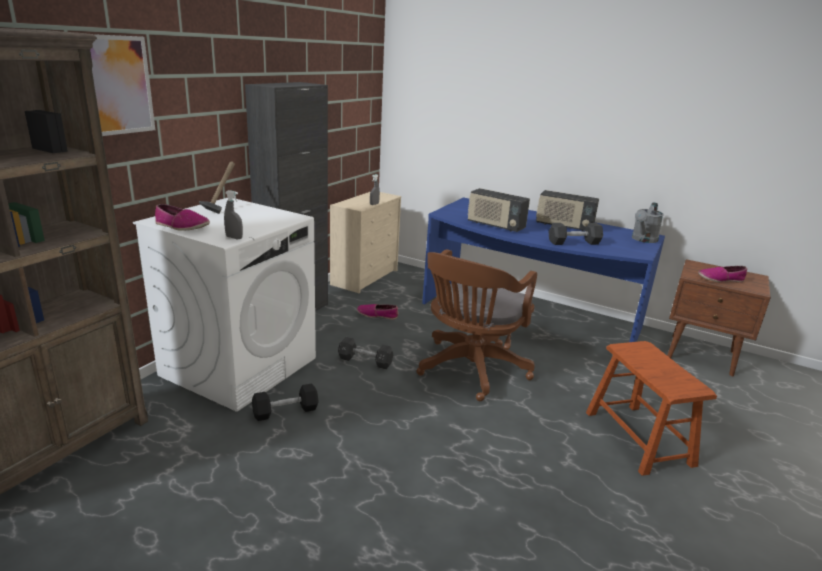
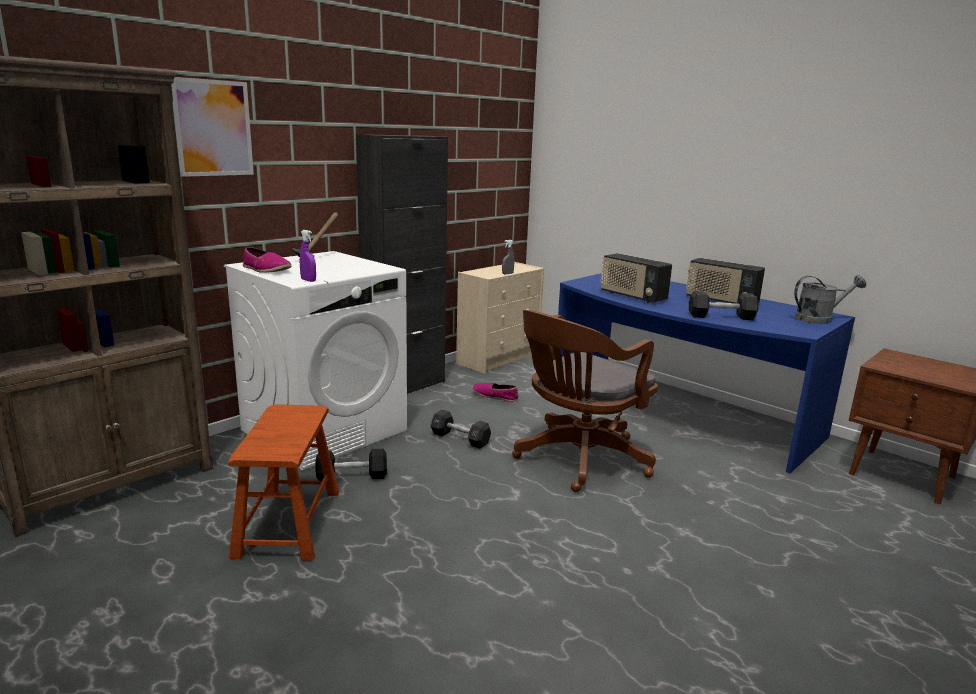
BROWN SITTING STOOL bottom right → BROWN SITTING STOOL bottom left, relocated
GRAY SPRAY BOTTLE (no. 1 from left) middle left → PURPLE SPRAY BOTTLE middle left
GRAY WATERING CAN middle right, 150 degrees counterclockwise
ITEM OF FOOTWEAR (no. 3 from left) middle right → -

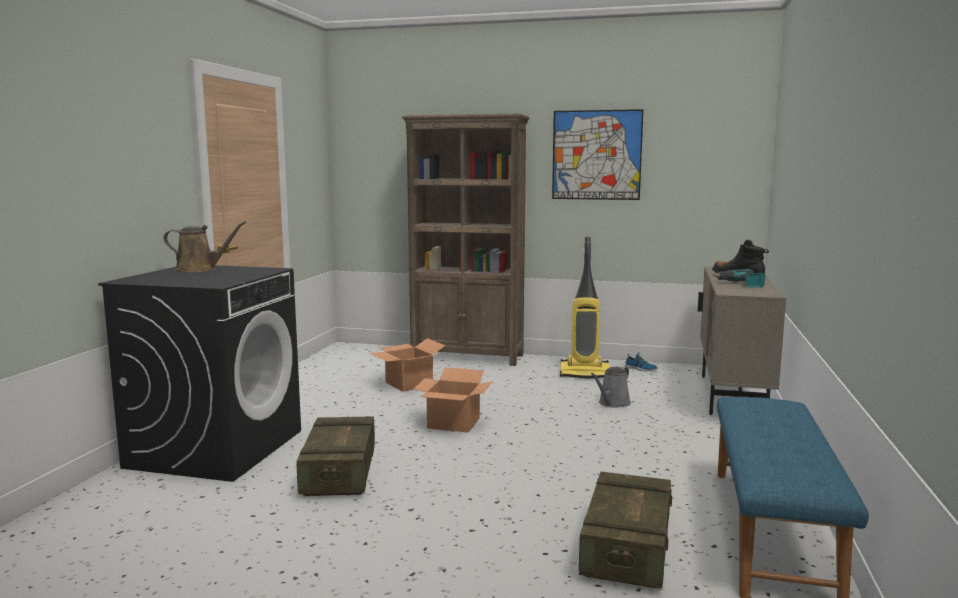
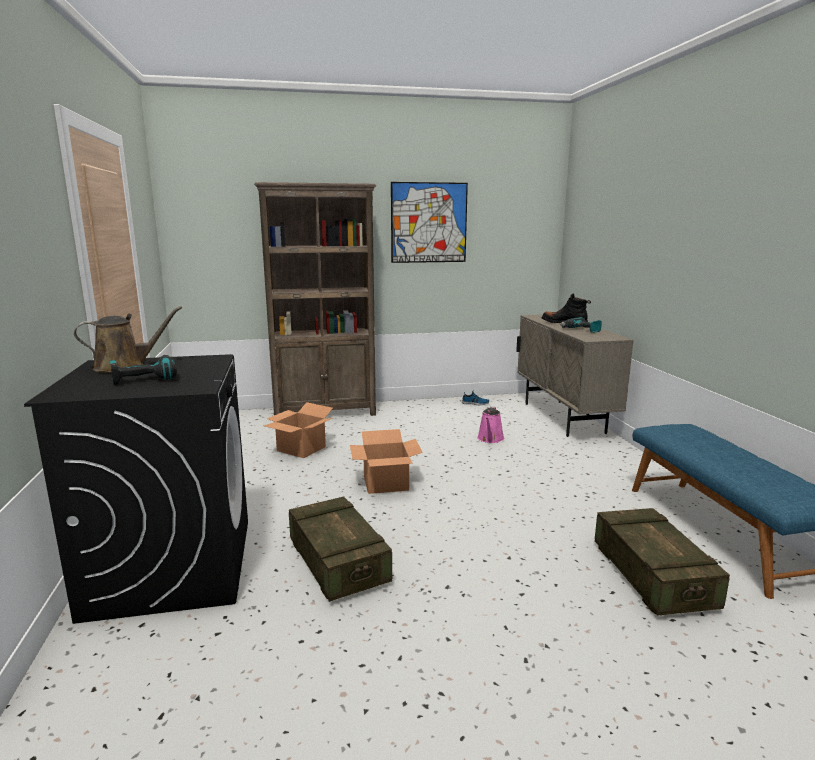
- → DRILL (no. 1 from left) middle left
GRAY WATERING CAN centre → PINKISH WATERING CAN centre
VACUUM centre → -

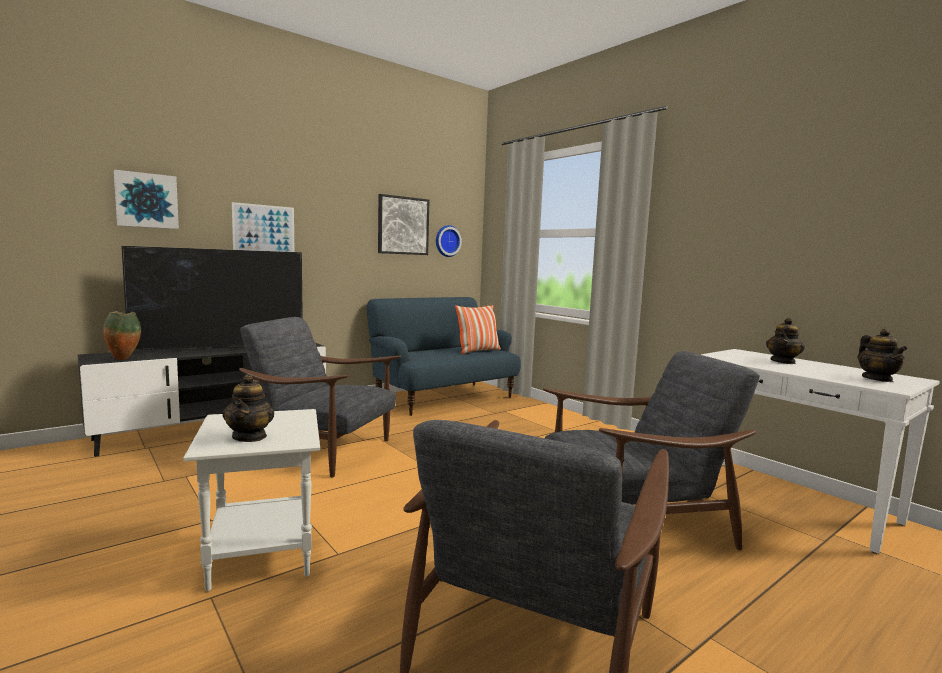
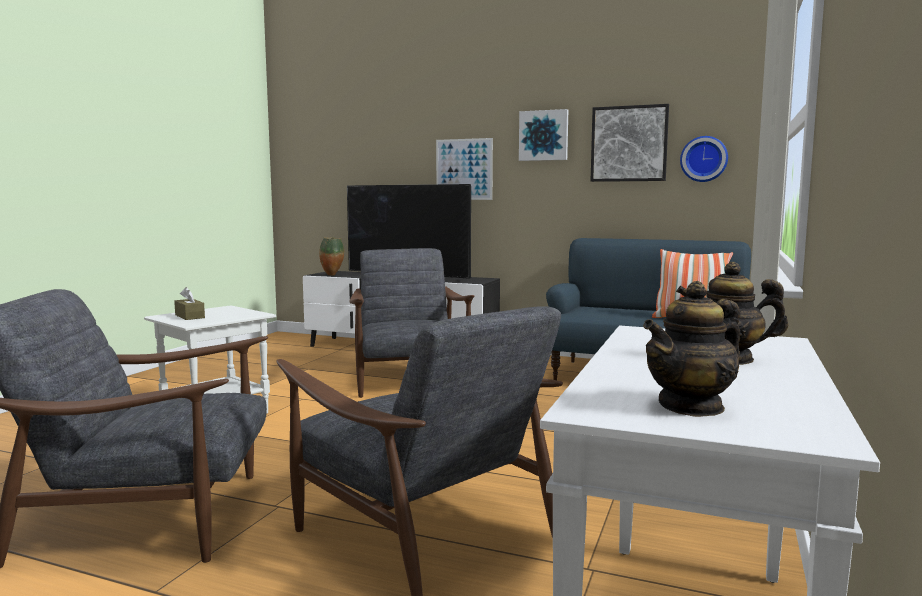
TEAPOT (no. 1 from left) middle left → BROWN TISSUE BOX middle left
WALL PICTURE (no. 1 from left in the first image) top left → WALL PICTURE (no. 2 from left) top centre, relocated

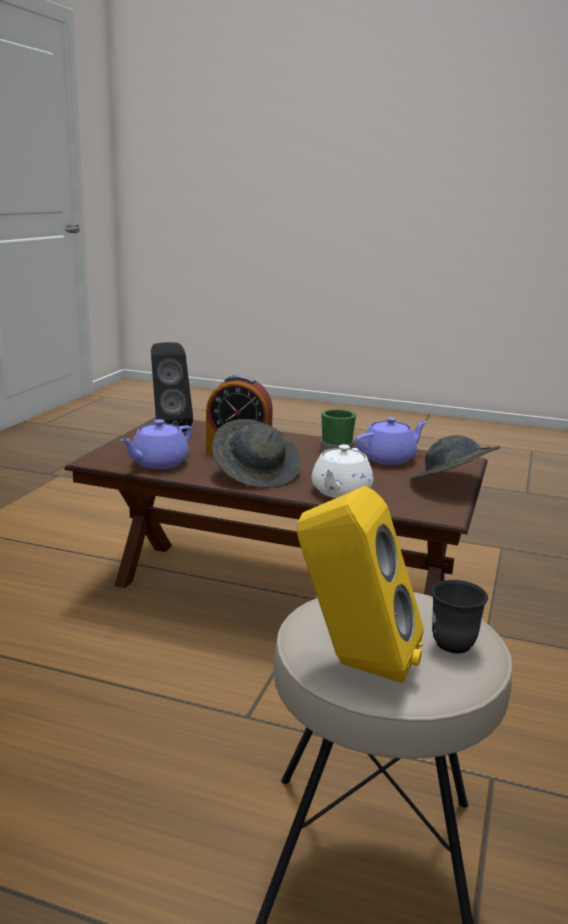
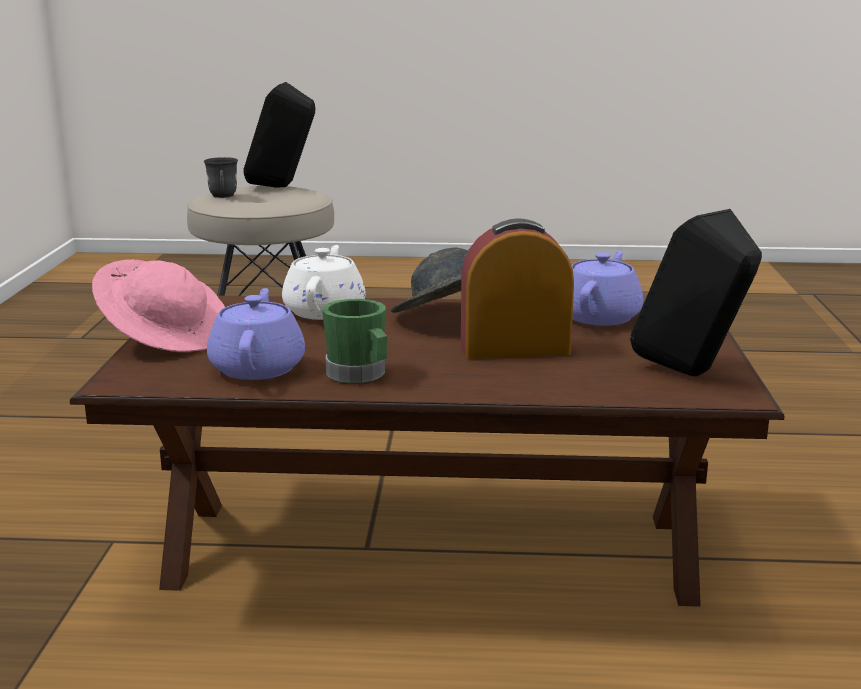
GRAY CLOTHING HAT (no. 2 from left) middle right → PINKISH CLOTHING HAT middle left
PURPLE TEAPOT (no. 2 from left in the first image) middle right → PURPLE TEAPOT (no. 1 from left) middle left, 135 degrees clockwise
YELLOW LOUDSPEAKER centre → BLACKISH LOUDSPEAKER (no. 1 from left) top left

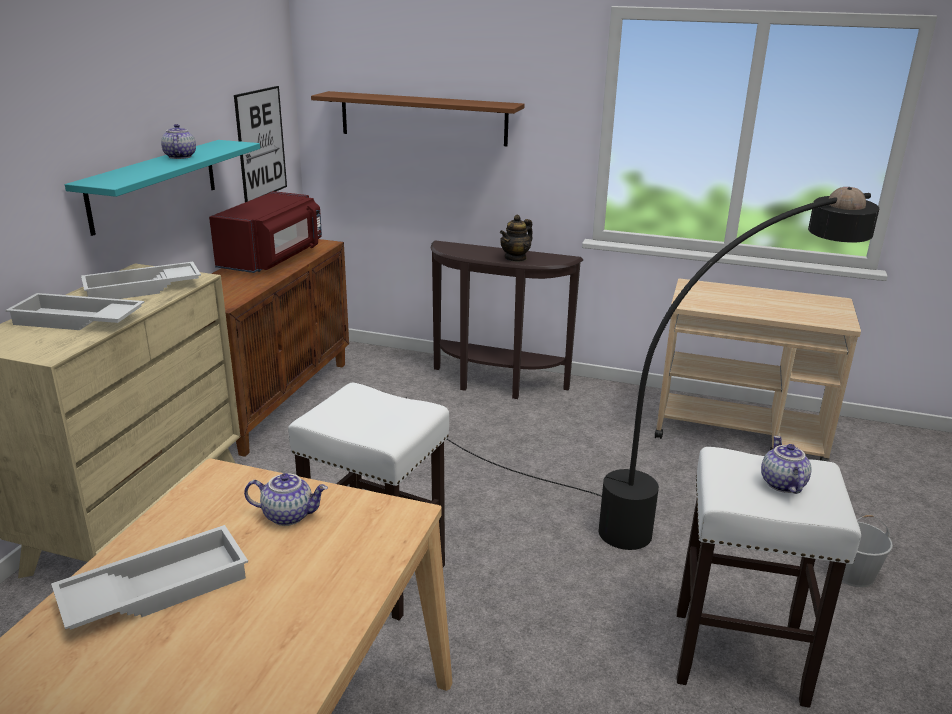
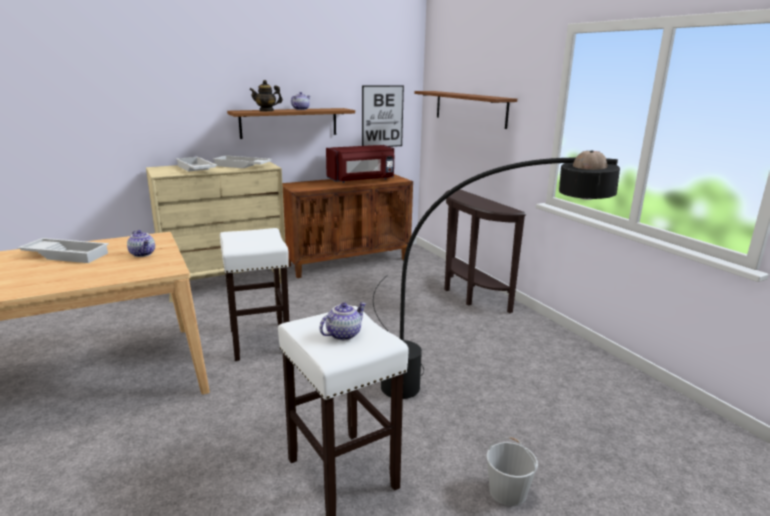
TURQUOISE-COLOURED WALL SHELF top left → BROWN WALL SHELF (no. 1 from left) top centre
TEAPOT (no. 3 from left in the first image) centre → TEAPOT (no. 2 from left) top centre, relocated
BEIGE-COLOURED WHEELED CART middle right → -

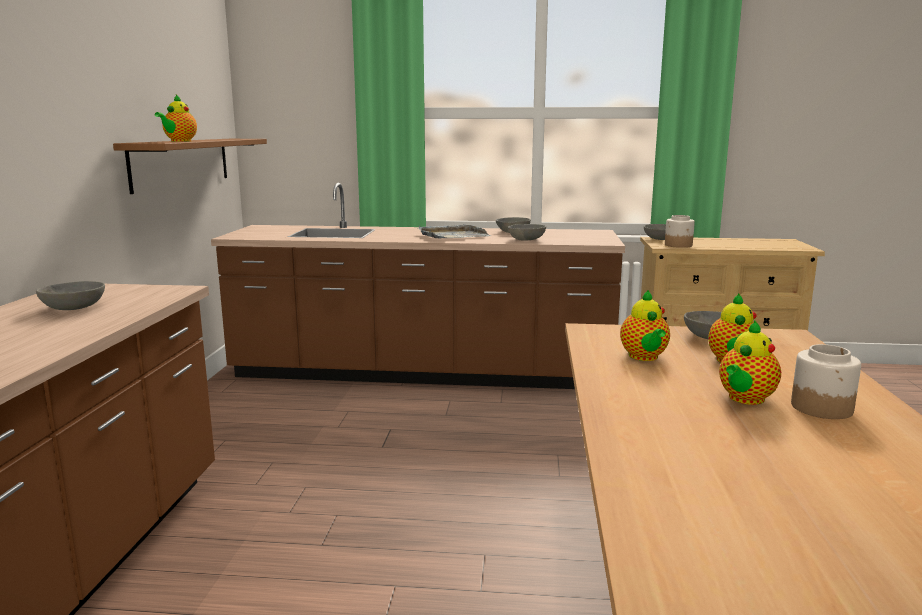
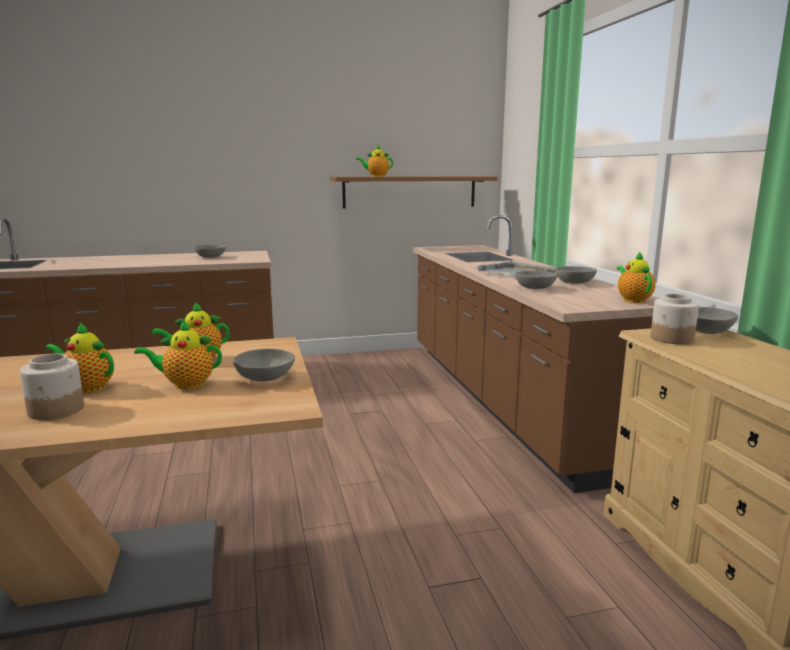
- → TEAPOT (no. 5 from left) middle right

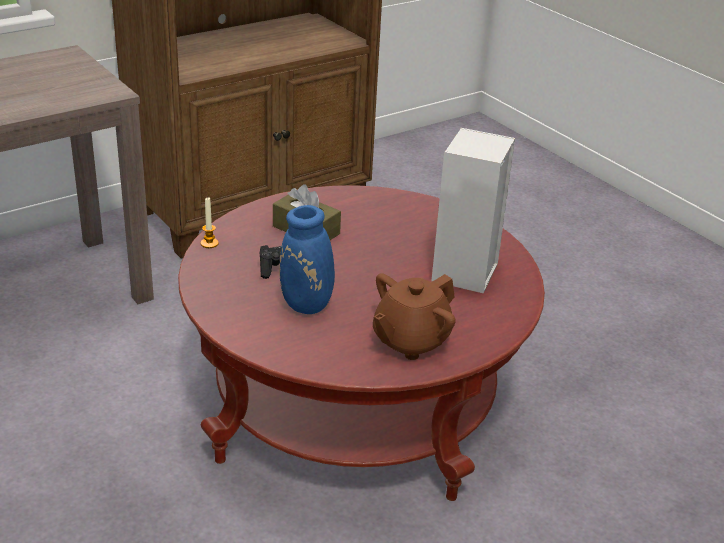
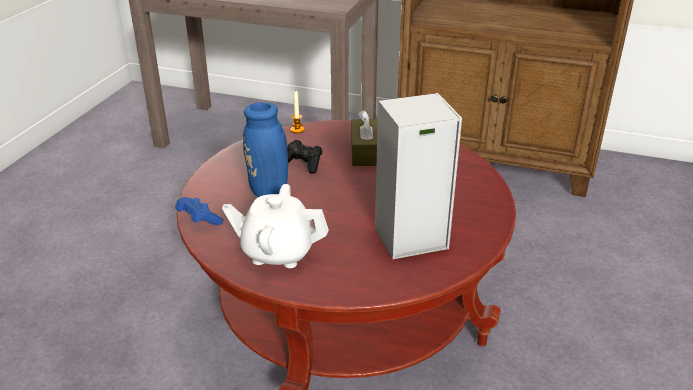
- → BLUISH JOYPAD middle left
BROWN TEAPOT centre → WHITE TEAPOT centre

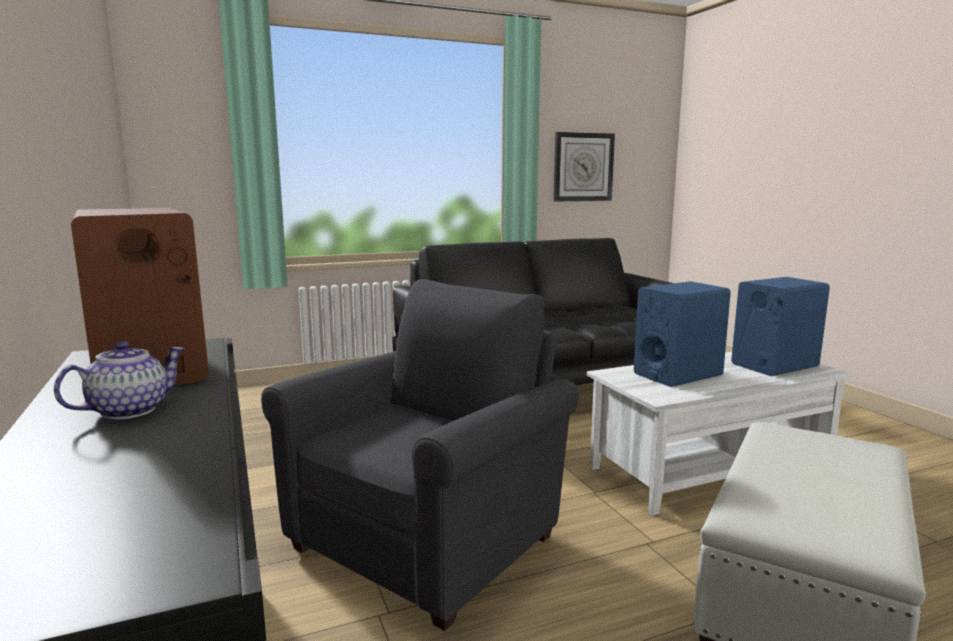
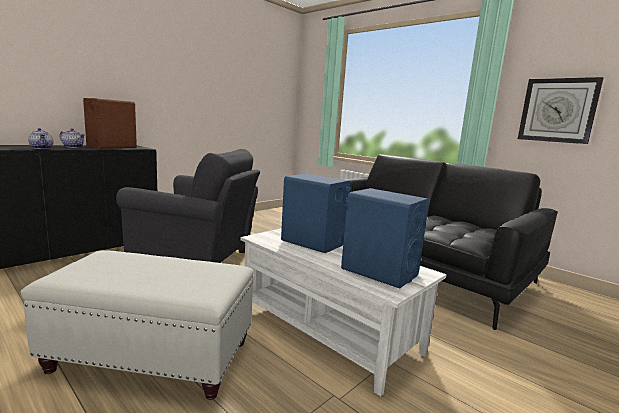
- → TEAPOT (no. 1 from left) middle left

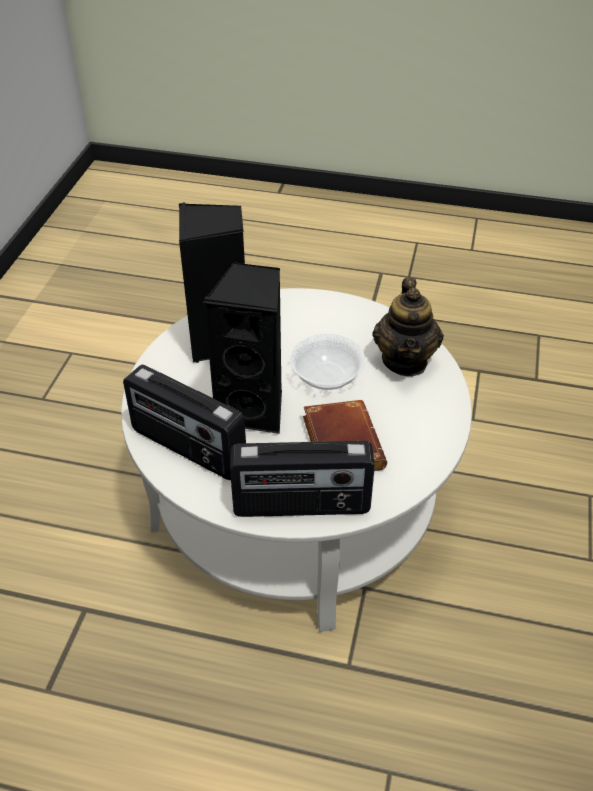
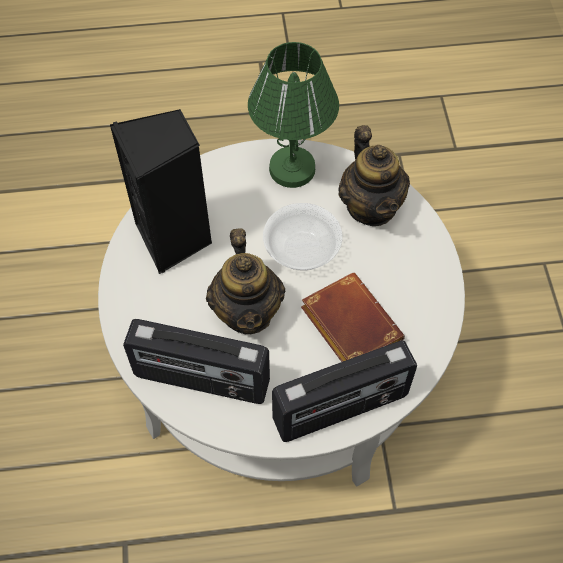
BLACKISH LOUDSPEAKER (no. 2 from left) centre → TEAPOT (no. 1 from left) centre
- → GREEN-COLOURED TABLE LAMP top centre

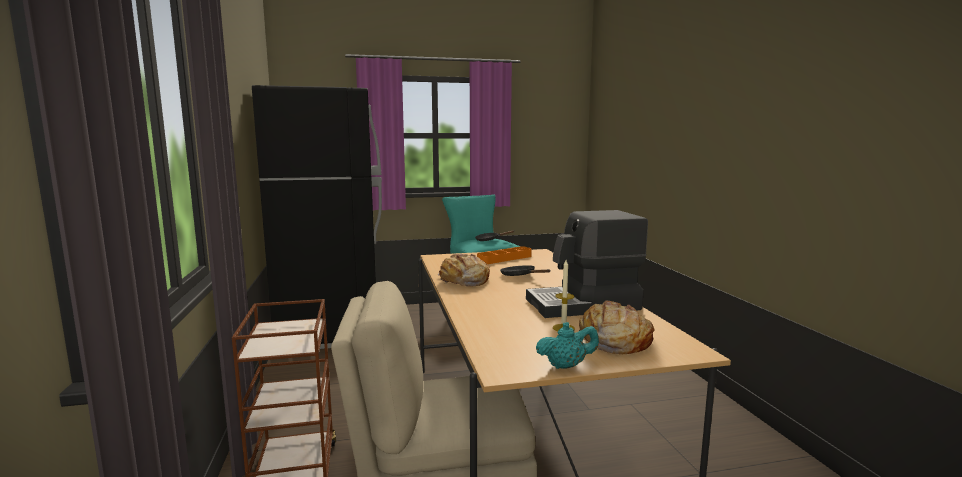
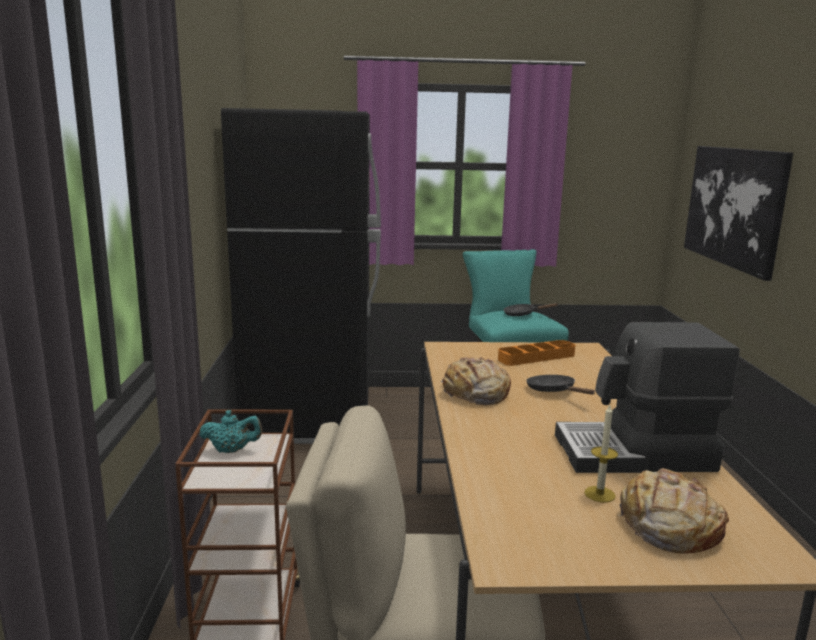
TURQUOISE-COLOURED TEAPOT bottom centre → TURQUOISE-COLOURED TEAPOT bottom left, relocated
- → WALL PICTURE top right

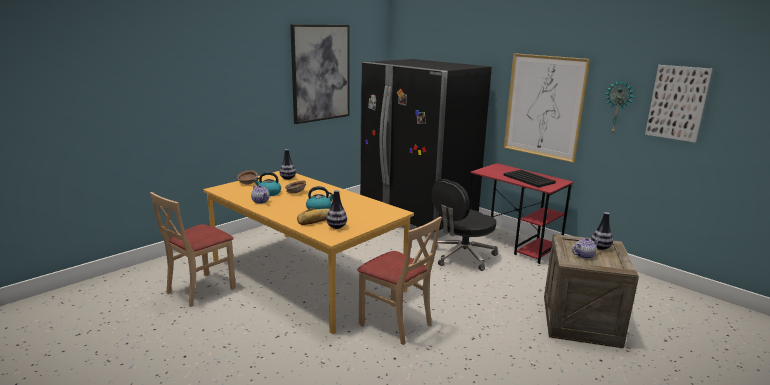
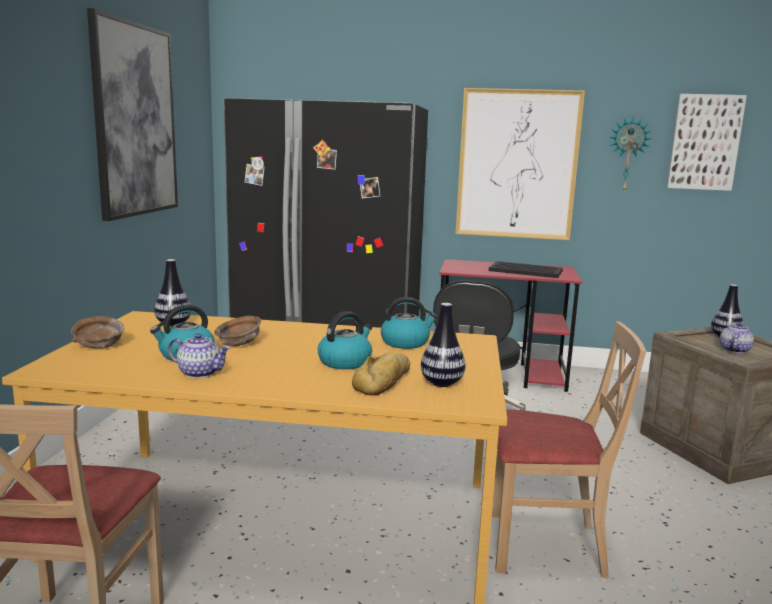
- → WATER KETTLE (no. 3 from left) centre

